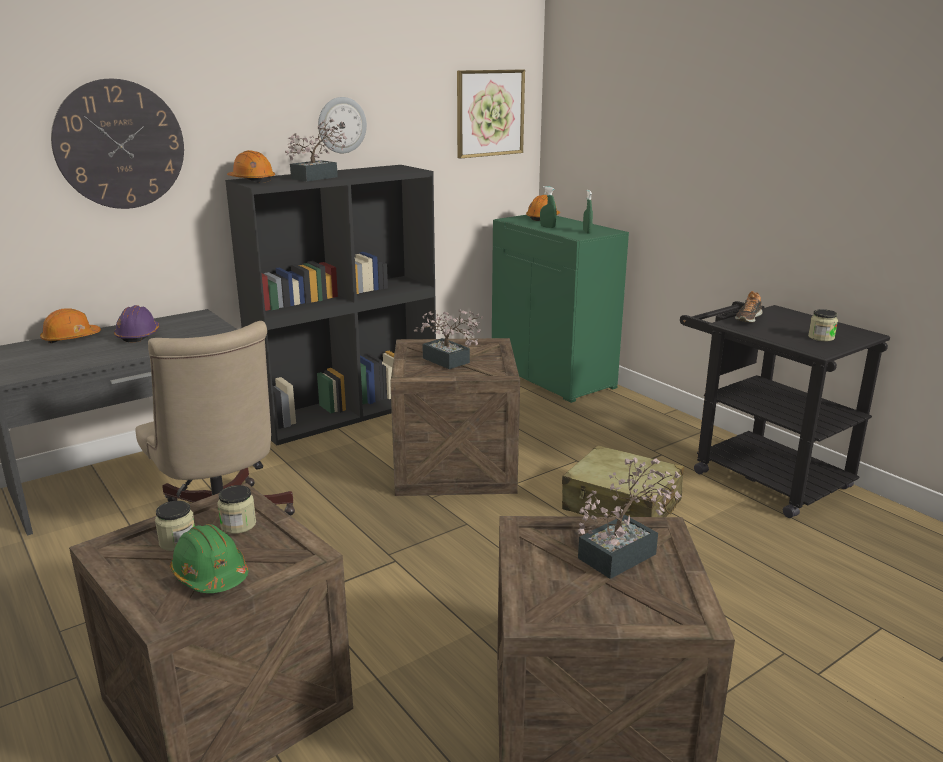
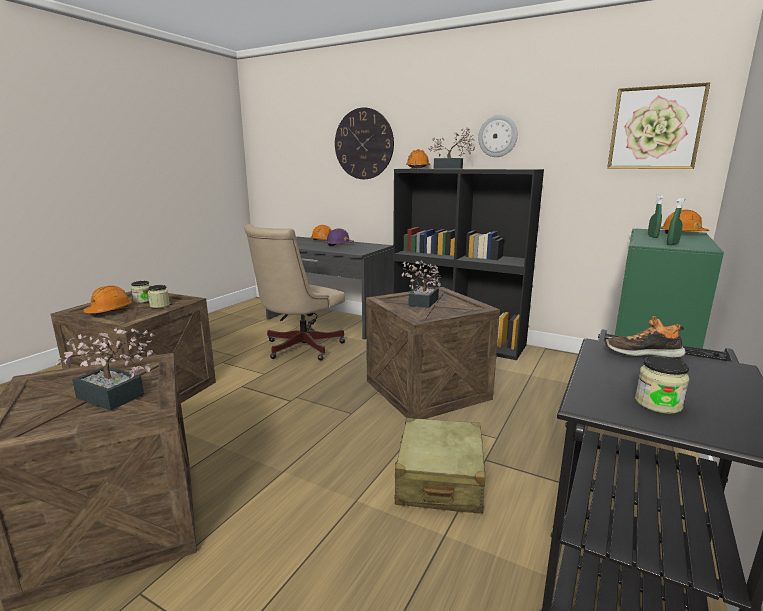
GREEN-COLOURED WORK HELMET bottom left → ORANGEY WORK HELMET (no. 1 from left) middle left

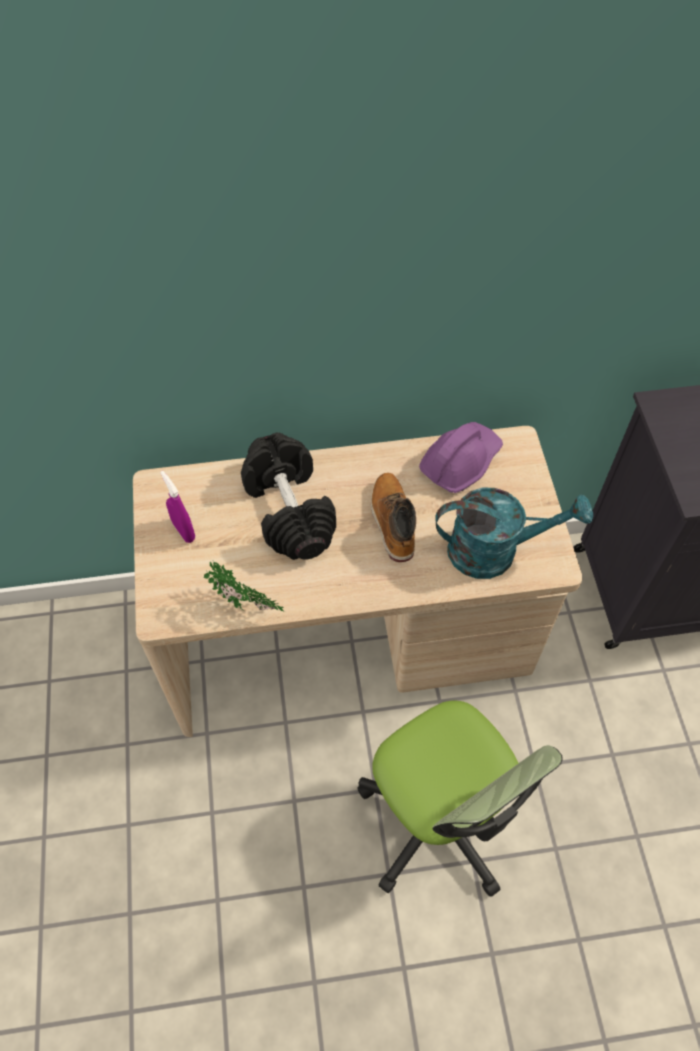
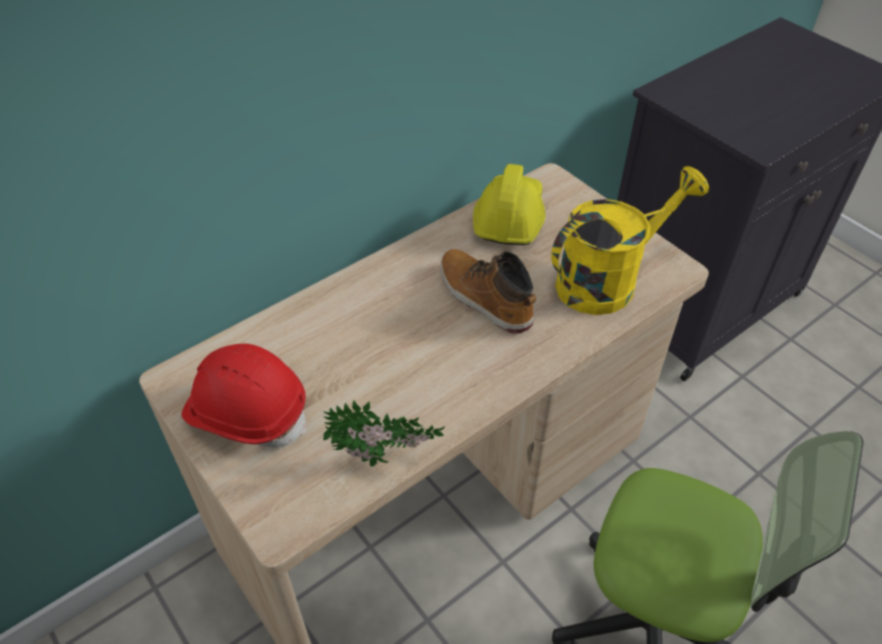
PURPLE SPRAY BOTTLE middle left → REDDISH WORK HELMET middle left
PURPLE WORK HELMET centre → YELLOW WORK HELMET top centre
TURQUOISE-COLOURED WATERING CAN middle right → YELLOW WATERING CAN middle right
BLACKISH HAND WEIGHT centre → -

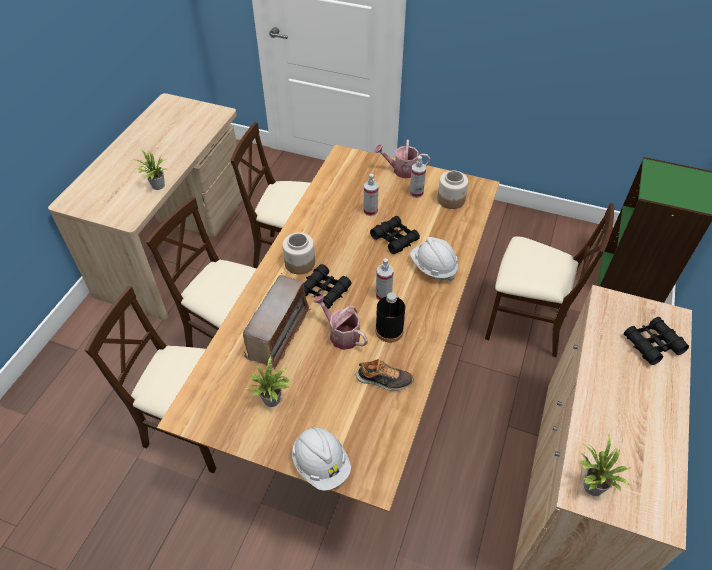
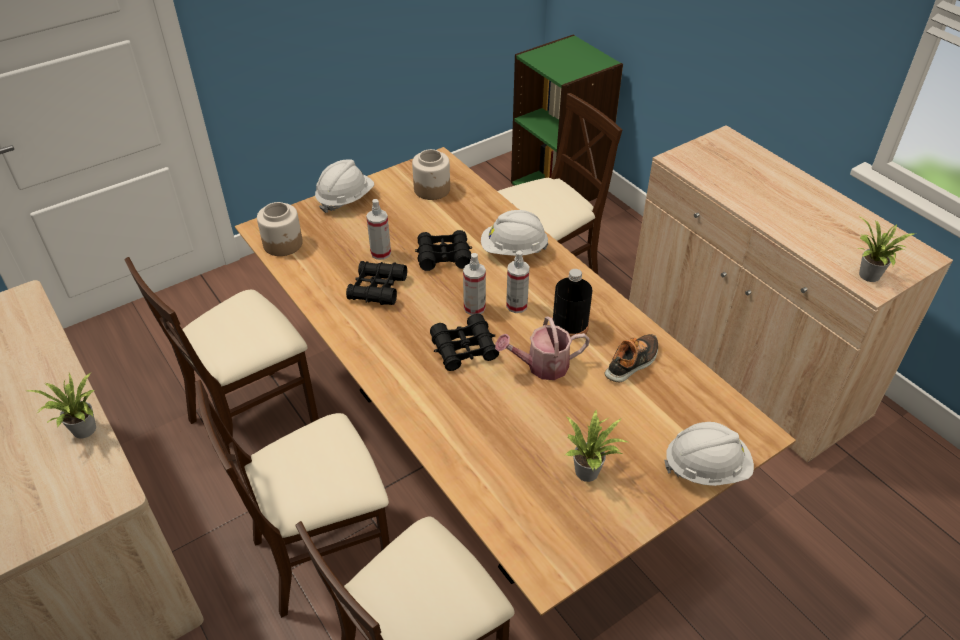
JAR (no. 1 from left) centre → JAR (no. 1 from left) middle left, relocated
WATERING CAN (no. 2 from left) top centre → WHITE WORK HELMET (no. 1 from left) top centre
BLACKISH BINOCULARS (no. 3 from left in the first image) middle right → BLACKISH BINOCULARS (no. 1 from left) centre, relocated
SPRAY BOTTLE (no. 3 from left in the first image) top centre → SPRAY BOTTLE (no. 2 from left) centre, relocated
RADIO SET centre → -

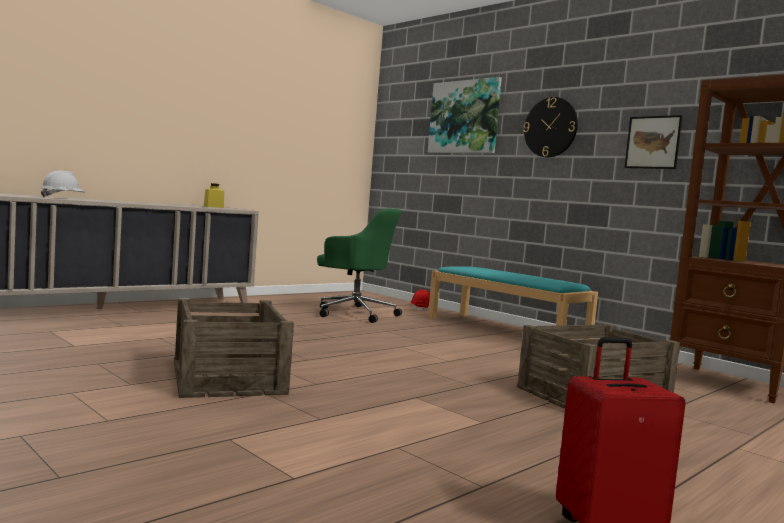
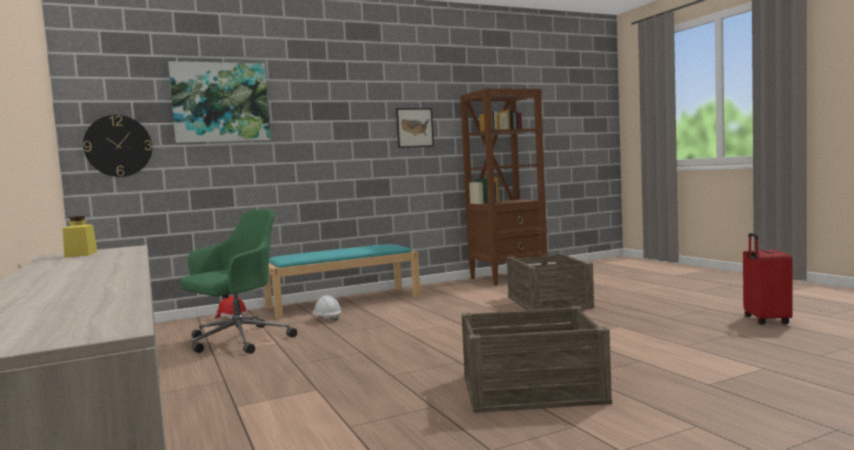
HANGING CLOCK top right → HANGING CLOCK top left, relocated
WHITE WORK HELMET middle left → WHITE WORK HELMET bottom centre, relocated

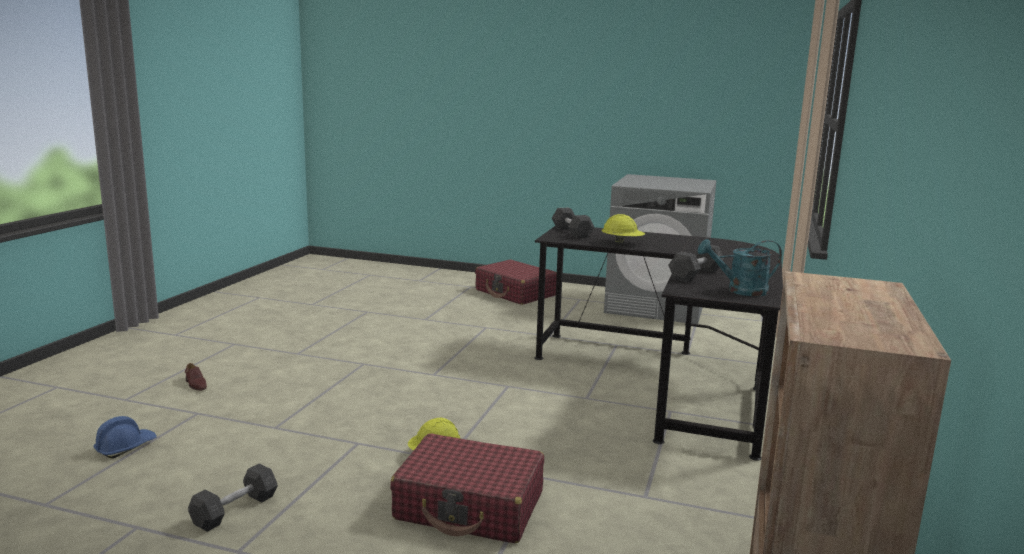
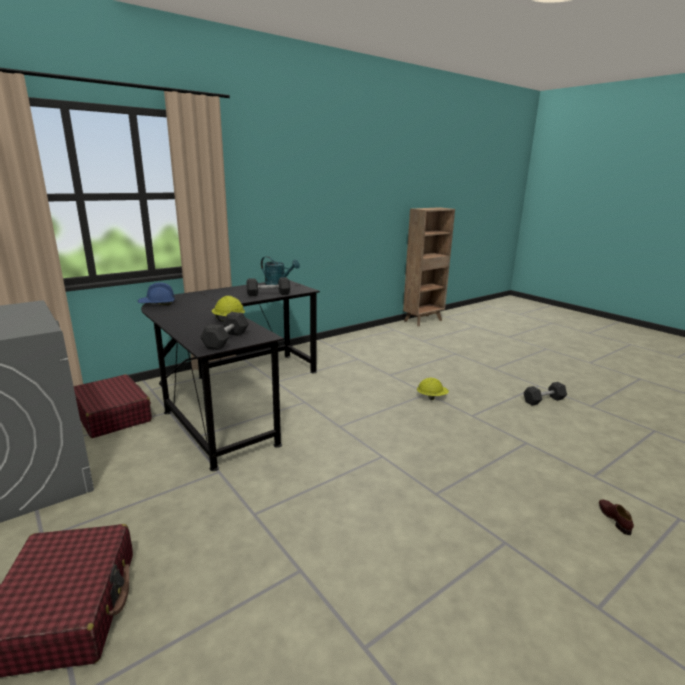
REDDISH TRAVEL CASE (no. 1 from left in the first image) bottom centre → REDDISH TRAVEL CASE (no. 2 from left) middle left, relocated
BLUISH WORK HELMET bottom left → BLUISH WORK HELMET middle left, relocated

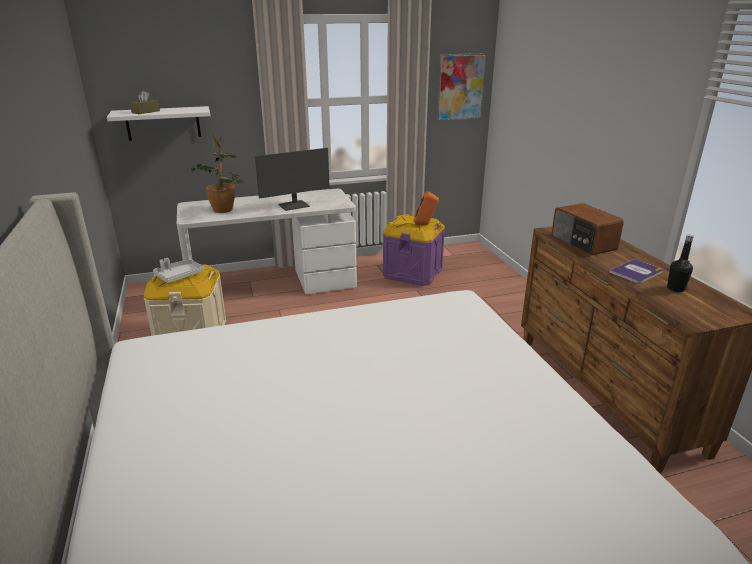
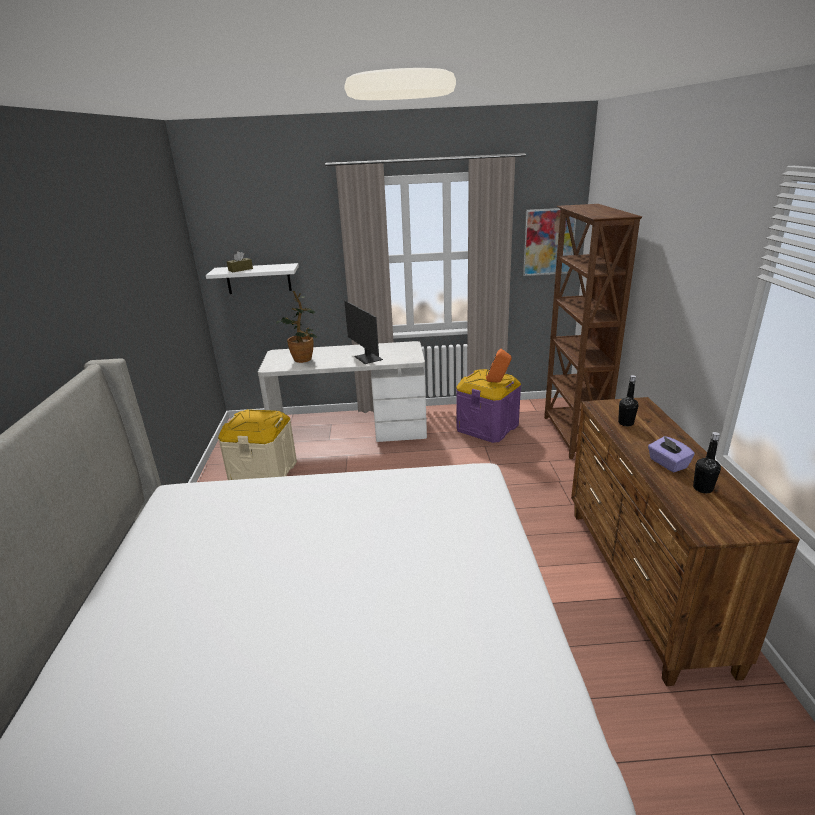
MONITOR top centre → MONITOR centre, 75 degrees clockwise
- → BROWN BOOKSHELF middle right
RADIO SET middle right → BLACKISH BEVERAGE BOTTLE (no. 1 from left) middle right
VOLUME middle right → PURPLE TISSUE BOX middle right
GRAY SERVING TRAY middle left → -

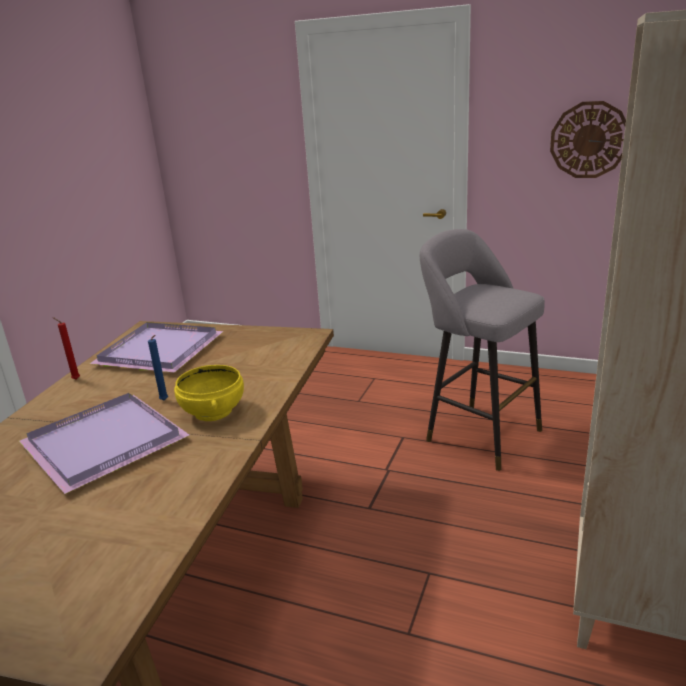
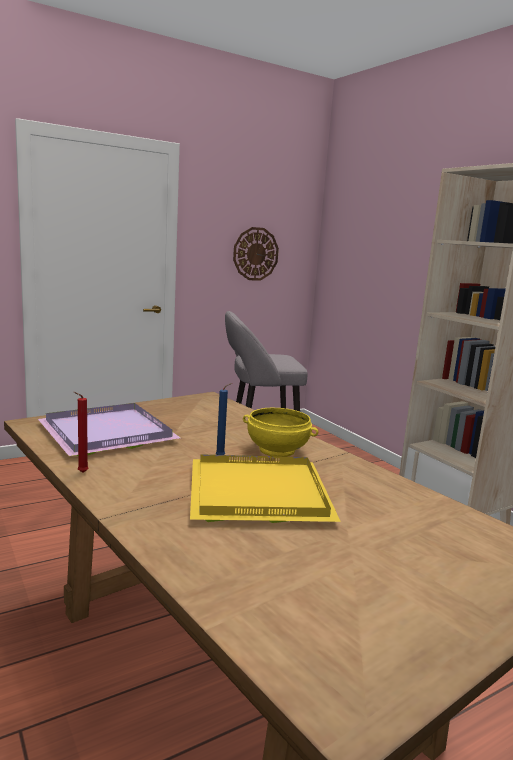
PURPLE SERVING TRAY (no. 1 from left) middle left → YELLOW SERVING TRAY centre

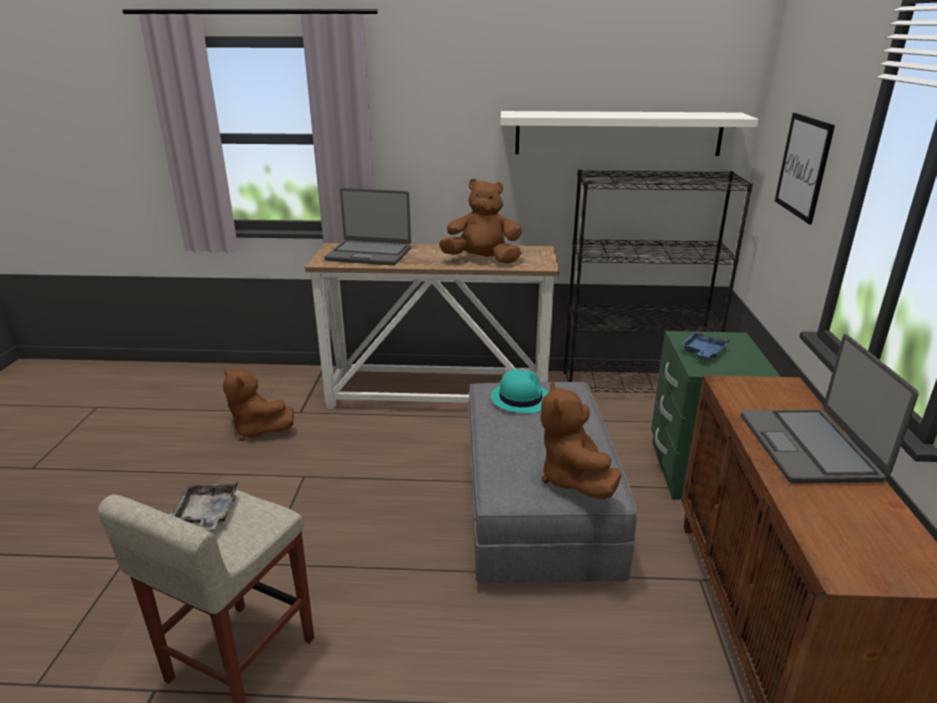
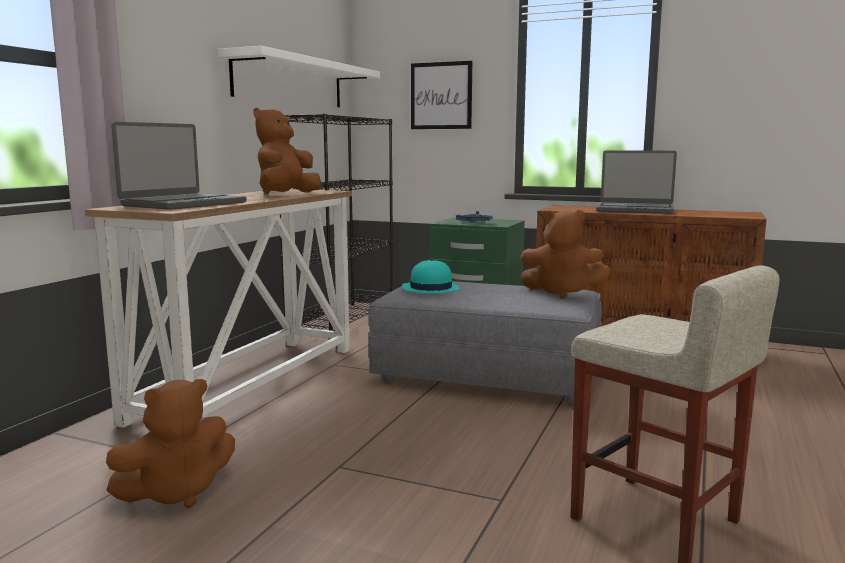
GRAY SERVING TRAY bottom left → -

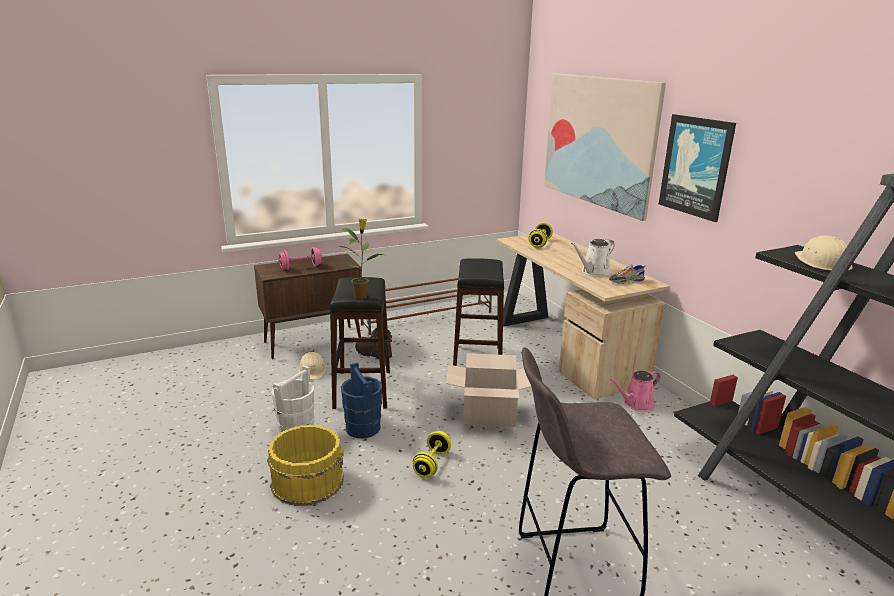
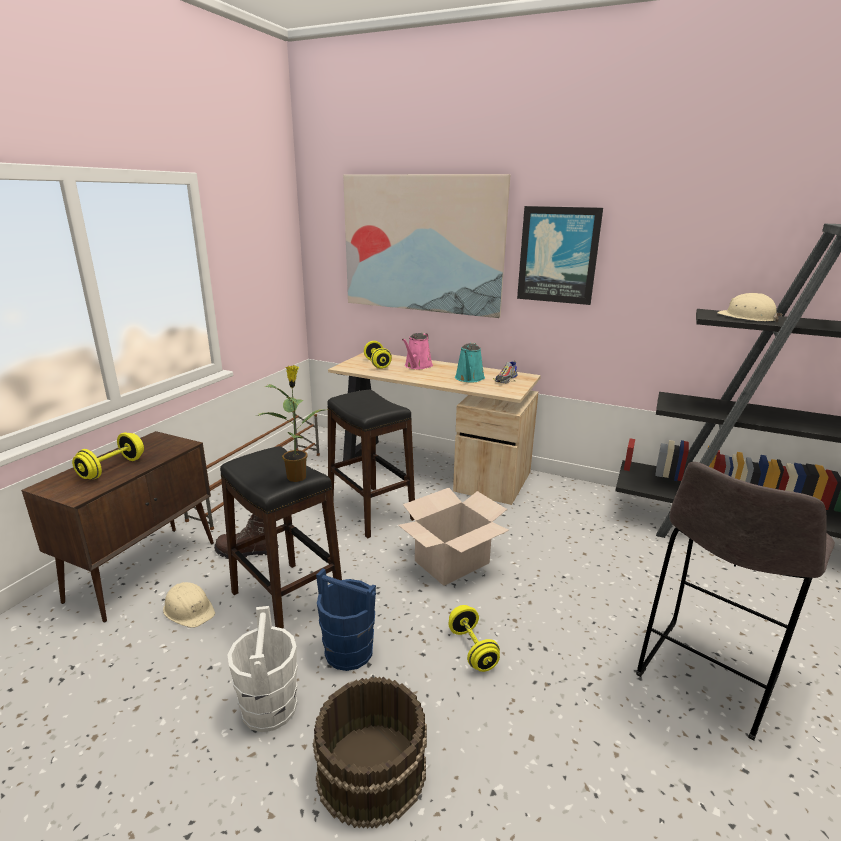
PINKISH HAND WEIGHT centre → YELLOW HAND WEIGHT (no. 1 from left) middle left
YELLOW BUCKET bottom centre → BROWN BUCKET bottom centre
PINKISH WATERING CAN middle right → PINKISH WATERING CAN centre, relocated
WHITE WATERING CAN centre → TURQUOISE-COLOURED WATERING CAN centre

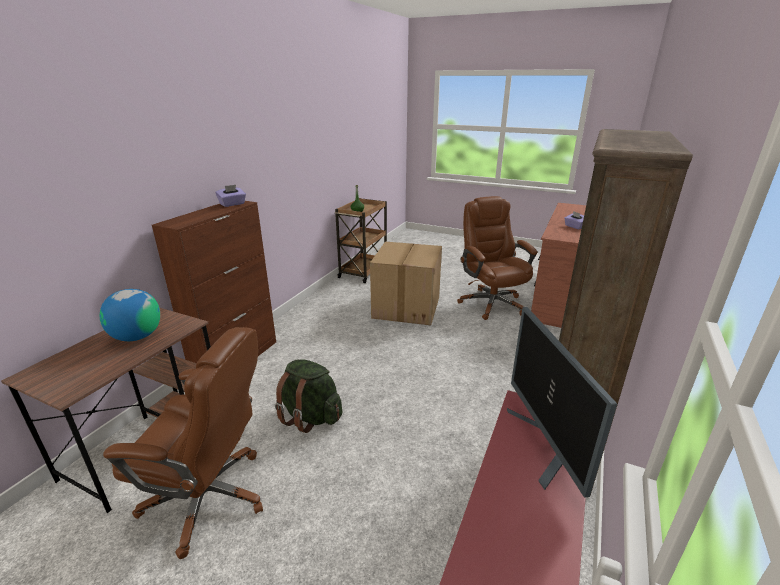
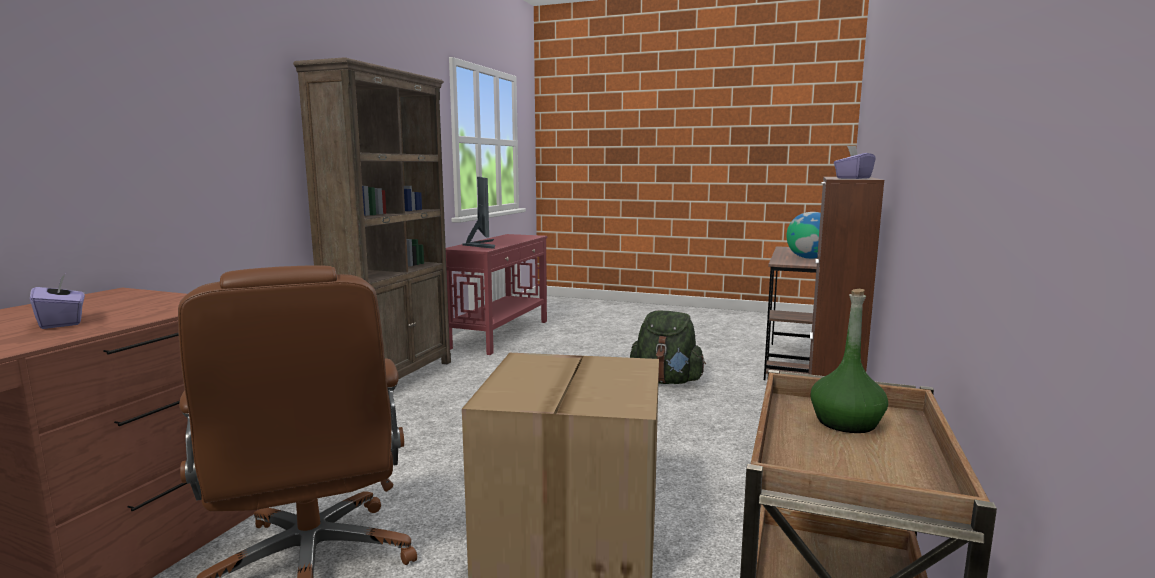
BROWN COMPUTER CHAIR (no. 1 from left) bottom left → -

